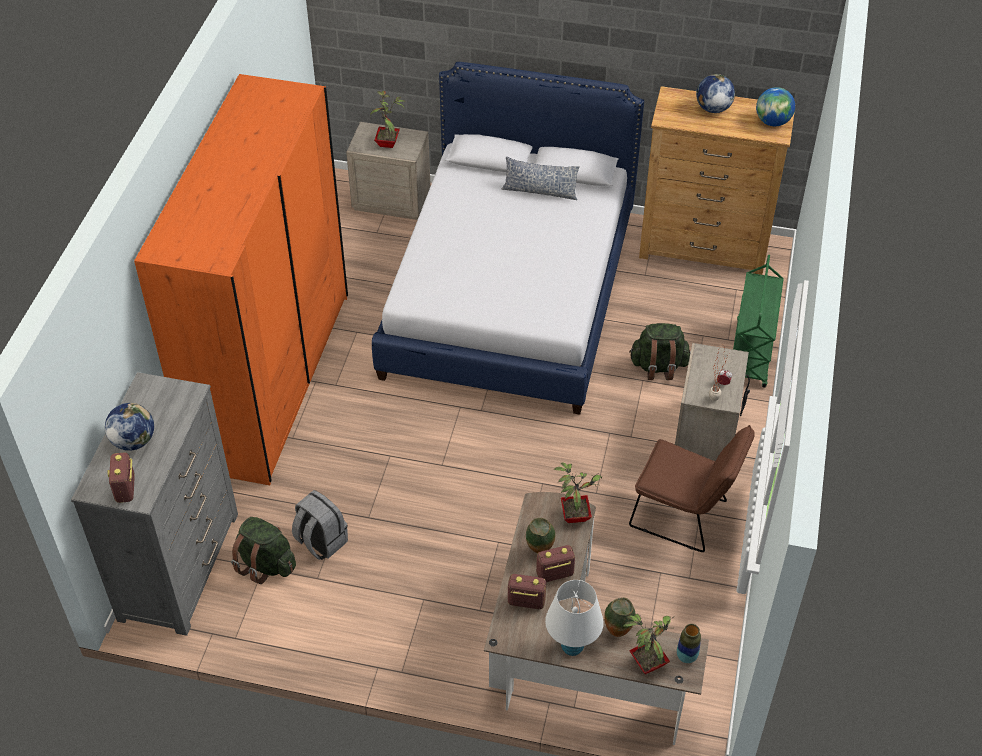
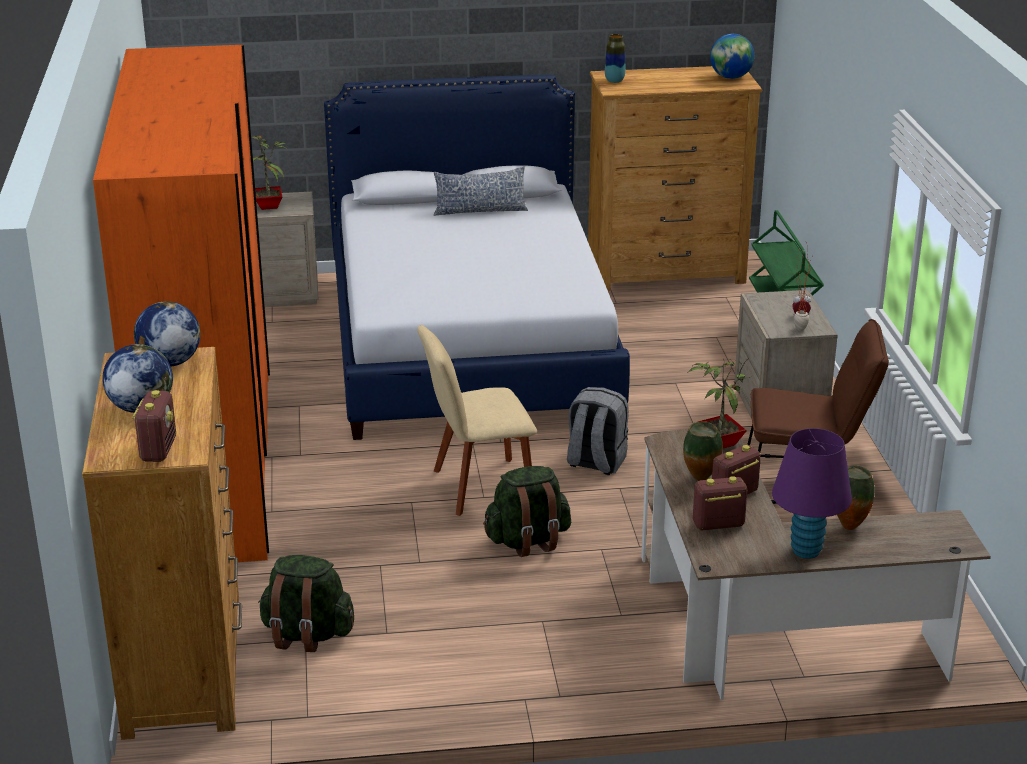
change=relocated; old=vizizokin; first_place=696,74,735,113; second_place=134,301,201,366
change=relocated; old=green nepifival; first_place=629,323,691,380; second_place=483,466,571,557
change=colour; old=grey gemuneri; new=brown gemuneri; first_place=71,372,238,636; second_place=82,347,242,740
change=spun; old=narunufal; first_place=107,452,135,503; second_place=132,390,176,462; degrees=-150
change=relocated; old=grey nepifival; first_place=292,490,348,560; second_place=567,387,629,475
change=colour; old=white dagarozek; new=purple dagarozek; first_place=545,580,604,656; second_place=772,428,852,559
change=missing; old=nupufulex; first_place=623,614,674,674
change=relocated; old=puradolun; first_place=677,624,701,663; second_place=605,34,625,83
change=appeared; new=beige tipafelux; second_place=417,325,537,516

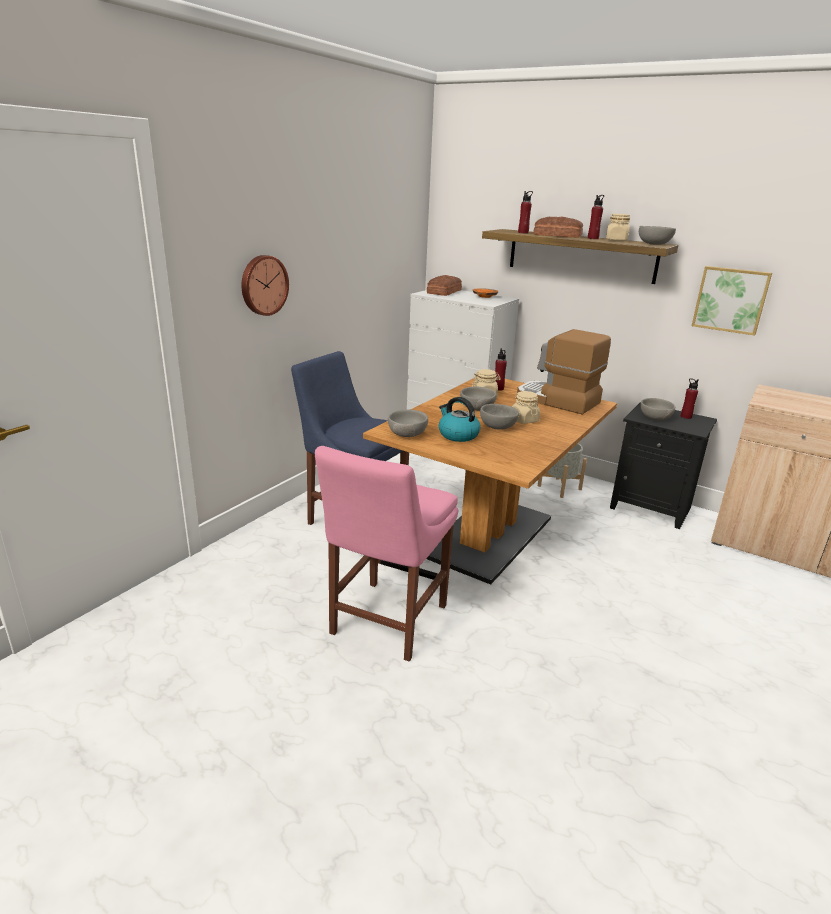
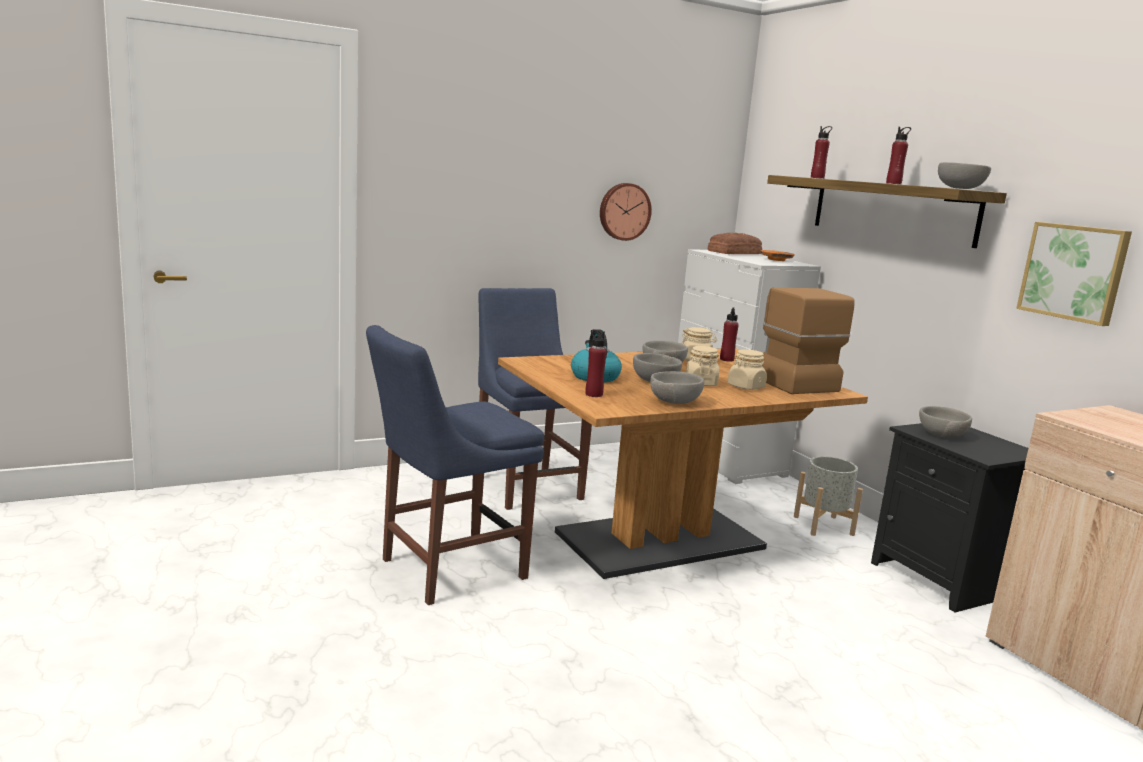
change=relocated; old=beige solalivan; first_place=606,214,630,241; second_place=728,349,767,390
change=missing; old=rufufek; first_place=533,217,583,238
change=relocated; old=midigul; first_place=241,255,289,316; second_place=600,183,652,241
change=relocated; old=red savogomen; first_place=681,378,699,419; second_place=585,329,607,397
change=relocated; old=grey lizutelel; first_place=388,409,428,437; second_place=650,371,704,404
change=colour; old=pink tipafelux; new=blue tipafelux; first_place=315,446,458,662; second_place=366,325,544,605

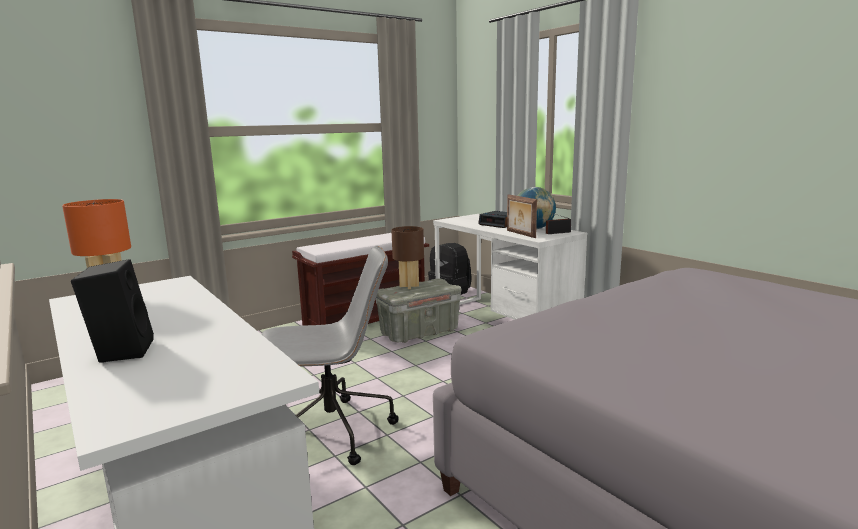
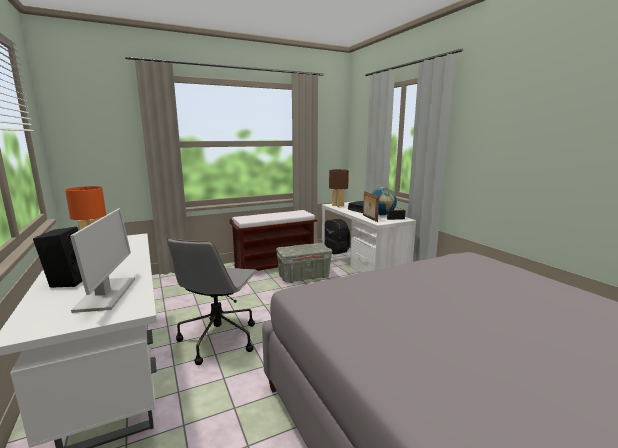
change=relocated; old=brown dagarozek; first_place=391,226,424,289; second_place=329,169,349,207
change=spun; old=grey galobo; first_place=262,245,399,465; second_place=167,238,258,365; degrees=105
change=appeared; new=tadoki; second_place=70,208,135,313

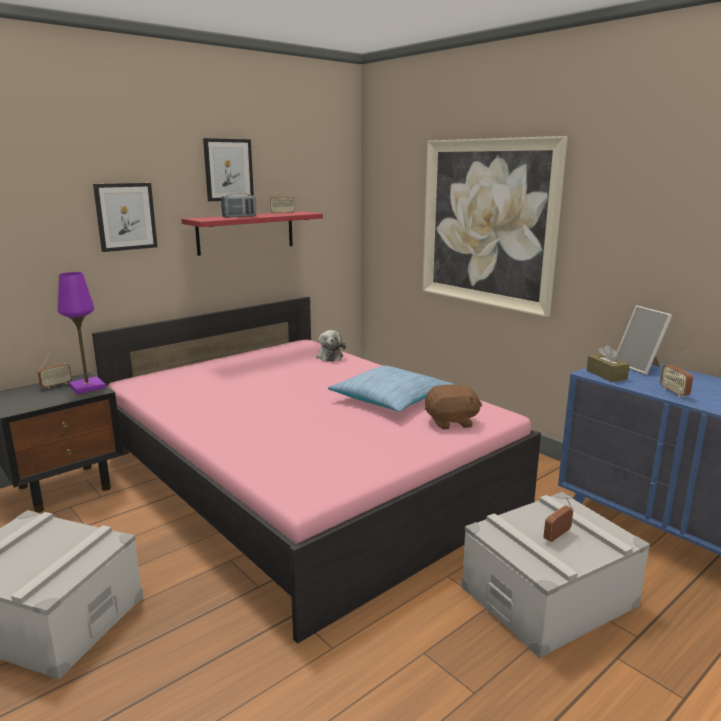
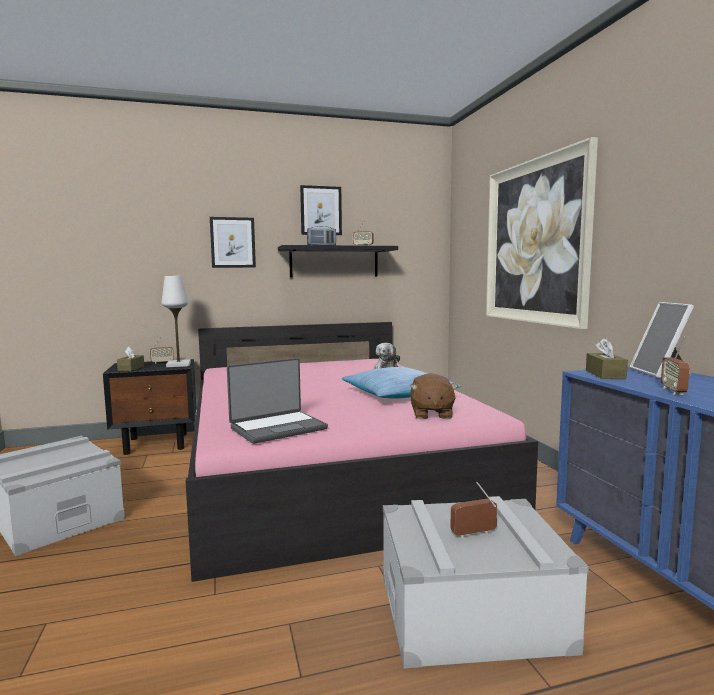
change=colour; old=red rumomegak; new=black rumomegak; first_place=181,211,323,256; second_place=278,245,398,277
change=colour; old=purple dagarozek; new=white dagarozek; first_place=58,272,106,394; second_place=161,276,191,367
change=spun; old=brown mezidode; first_place=425,384,482,430; second_place=410,373,458,419; degrees=75
change=appeared; new=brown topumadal; second_place=117,346,144,371
change=appeared; new=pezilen; second_place=227,358,328,444

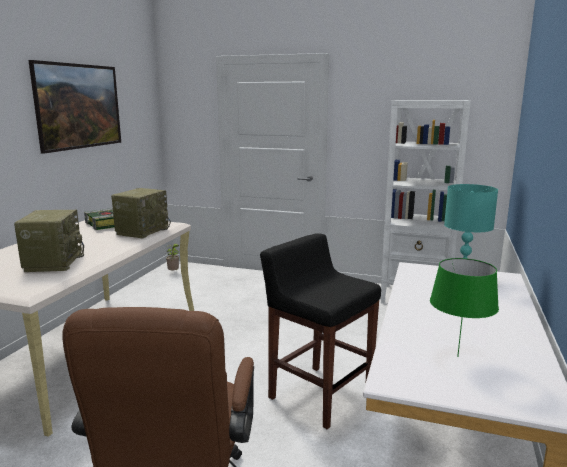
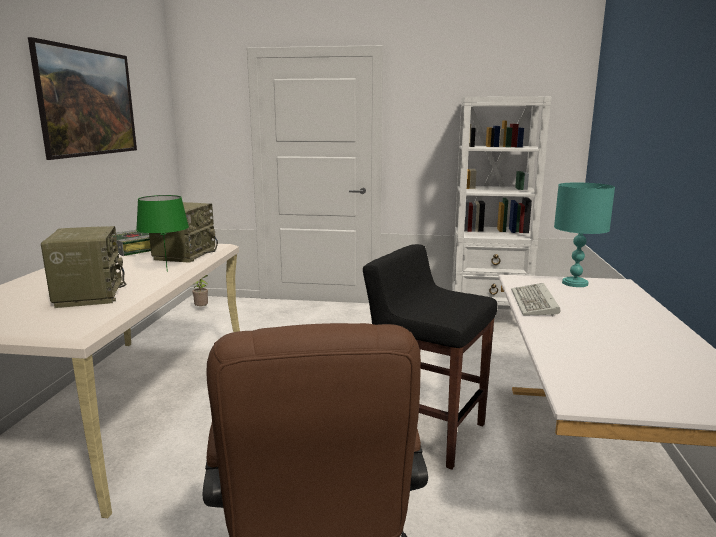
change=relocated; old=green dagarozek; first_place=430,258,499,357; second_place=136,195,189,272
change=appeared; new=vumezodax; second_place=511,283,560,317

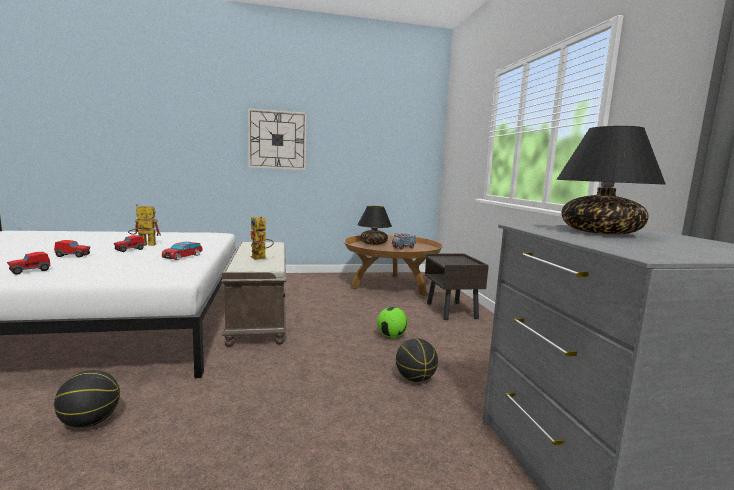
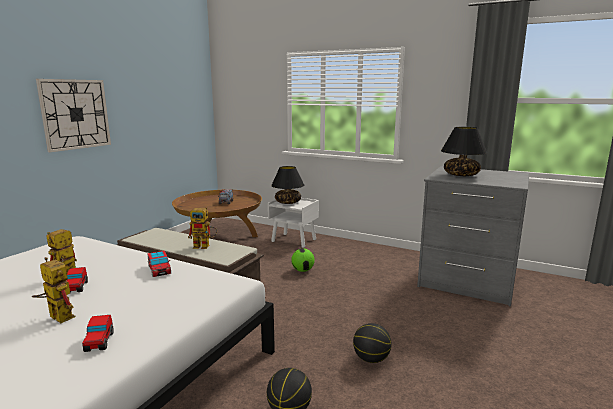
change=relocated; old=black dagarozek; first_place=357,206,392,245; second_place=271,166,304,204
change=exchanged; old=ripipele; new=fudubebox; first_place=54,240,90,257; second_place=32,257,75,323
change=colour; old=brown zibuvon; new=white zibuvon; first_place=425,254,489,320; second_place=268,198,319,248
change=relocated; old=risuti; first_place=396,338,438,382; second_place=353,323,392,363

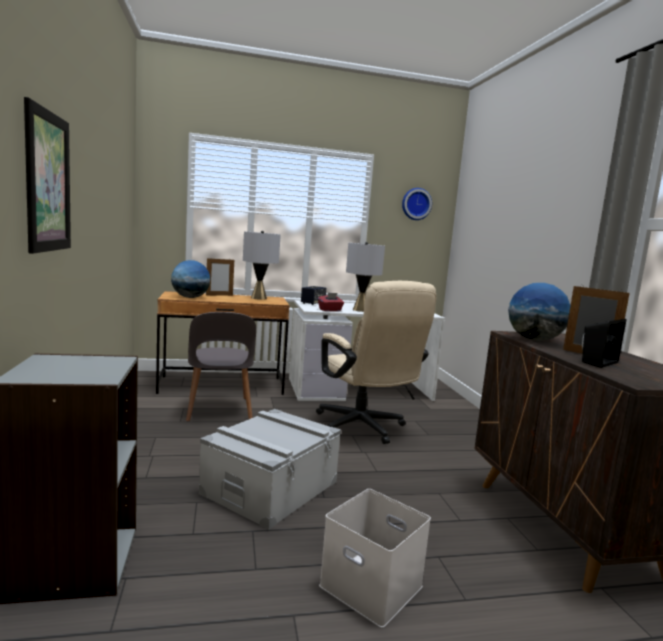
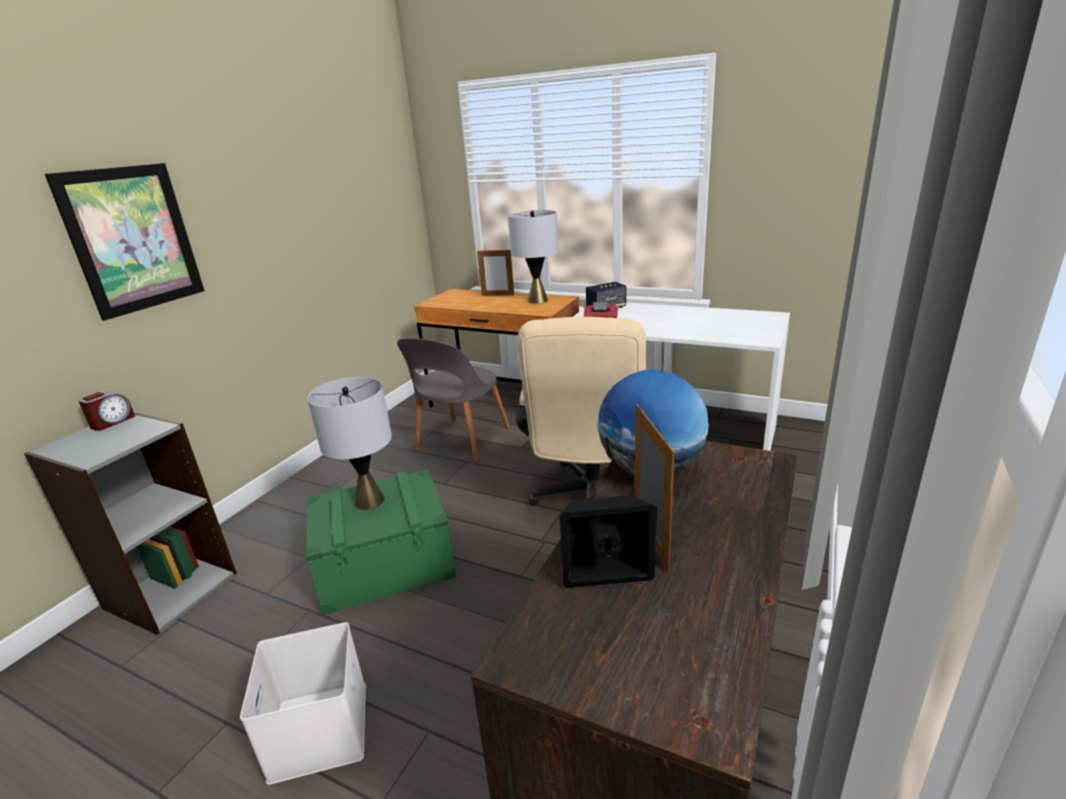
change=missing; old=midigul; first_place=402,188,432,220
change=relocated; old=grey dagarozek; first_place=346,242,385,312; second_place=307,377,392,510
change=missing; old=vizizokin; first_place=171,260,210,298
change=colour; old=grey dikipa; new=green dikipa; first_place=199,409,341,530; second_place=306,469,456,615
change=appeared; new=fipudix; second_place=79,391,135,431

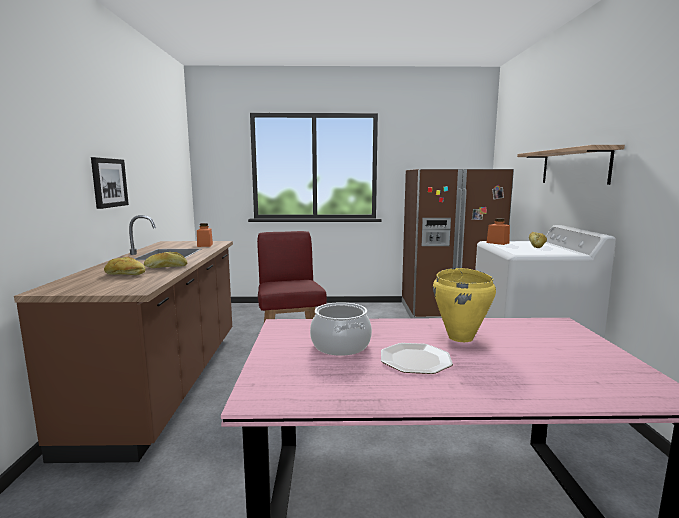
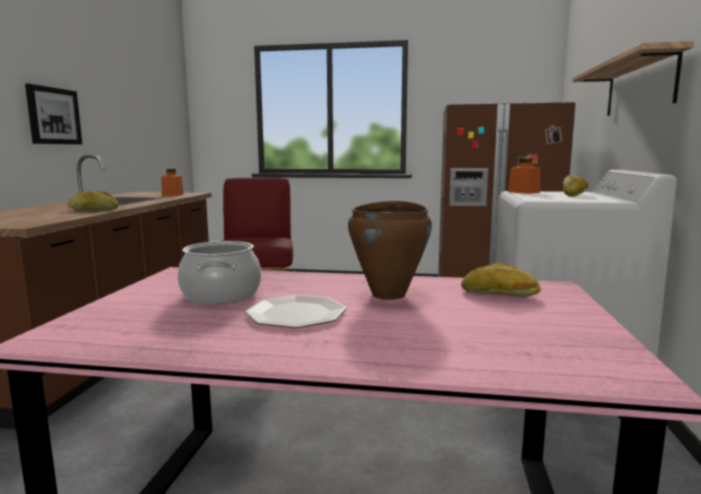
change=relocated; old=rufufek; first_place=104,257,146,275; second_place=461,263,541,297
change=colour; old=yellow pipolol; new=brown pipolol; first_place=433,268,496,342; second_place=348,201,432,300

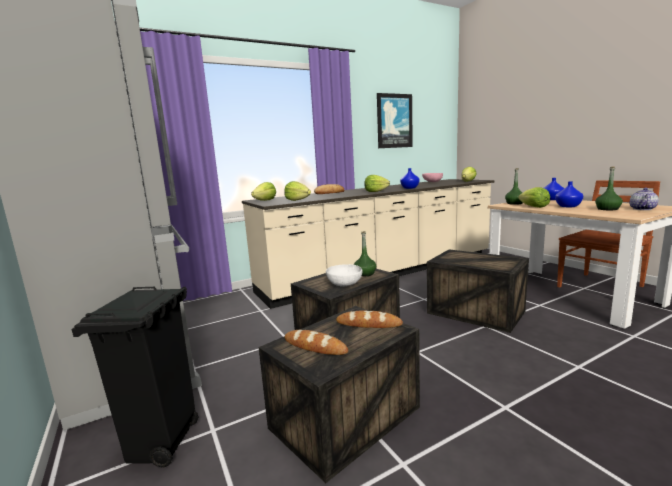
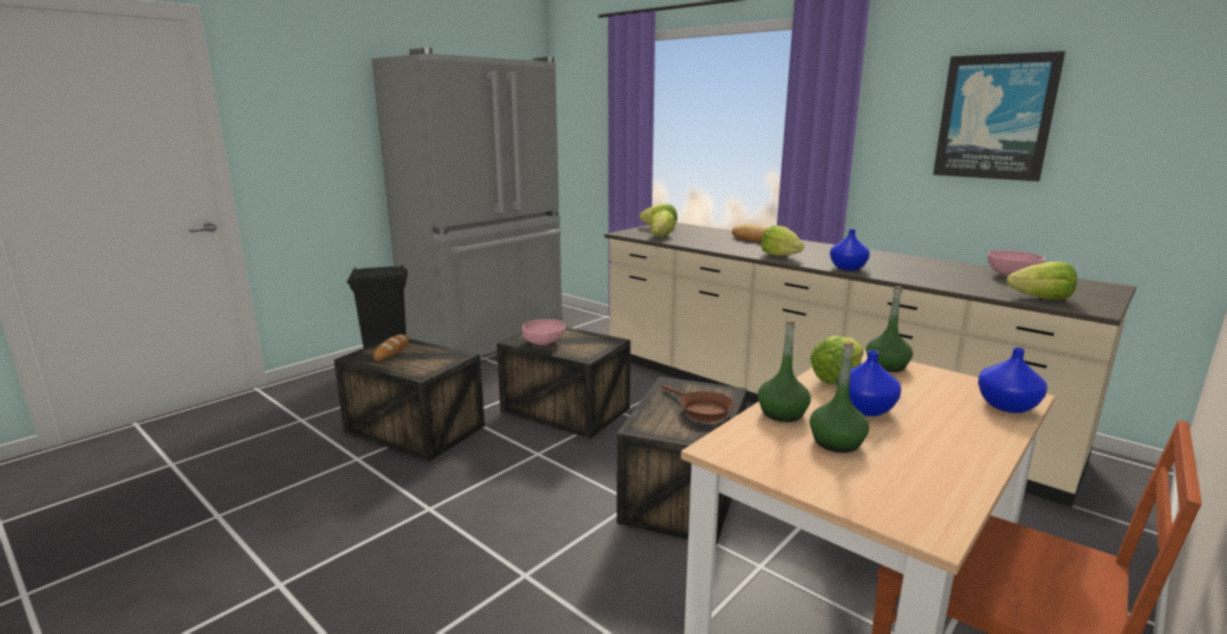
change=missing; old=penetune; first_place=630,188,659,210
change=relocated; old=green savogomen; first_place=354,231,376,276; second_place=758,321,811,422
change=colour; old=white lizutelel; new=pink lizutelel; first_place=326,264,362,287; second_place=522,319,565,345
change=missing; old=rufufek; first_place=336,310,403,328
change=appeared; new=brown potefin; second_place=662,385,734,422

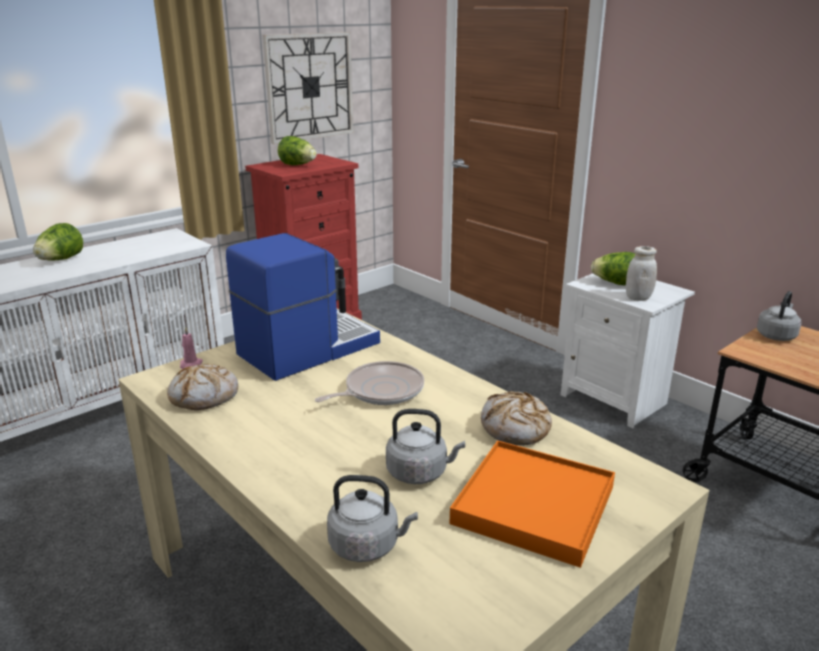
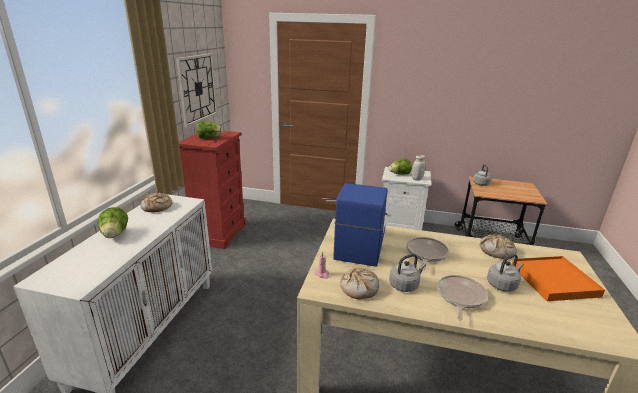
change=relocated; old=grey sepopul; first_place=327,475,418,562; second_place=389,254,426,292
change=appeared; new=rufufek; second_place=141,192,172,212
change=appeared; new=potefin; second_place=437,275,488,321

